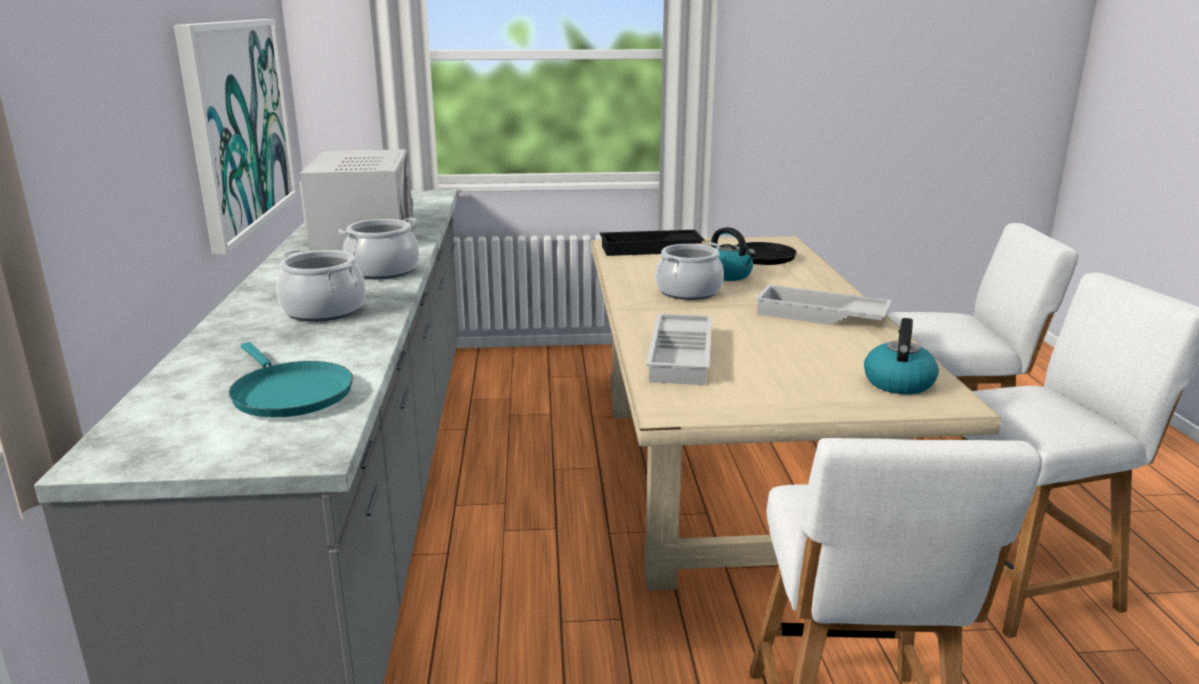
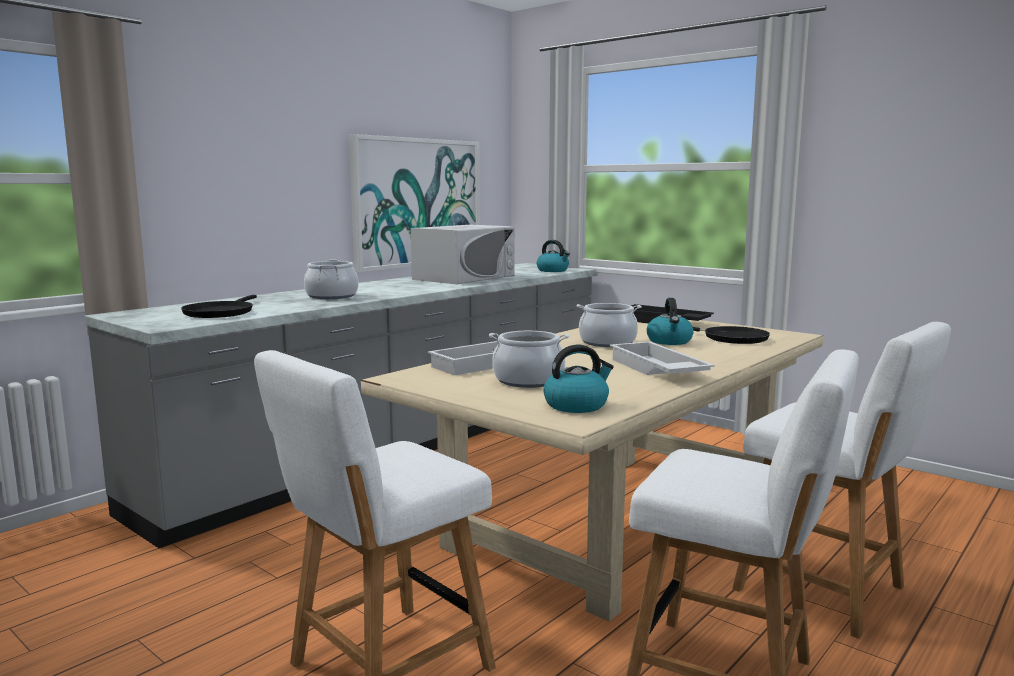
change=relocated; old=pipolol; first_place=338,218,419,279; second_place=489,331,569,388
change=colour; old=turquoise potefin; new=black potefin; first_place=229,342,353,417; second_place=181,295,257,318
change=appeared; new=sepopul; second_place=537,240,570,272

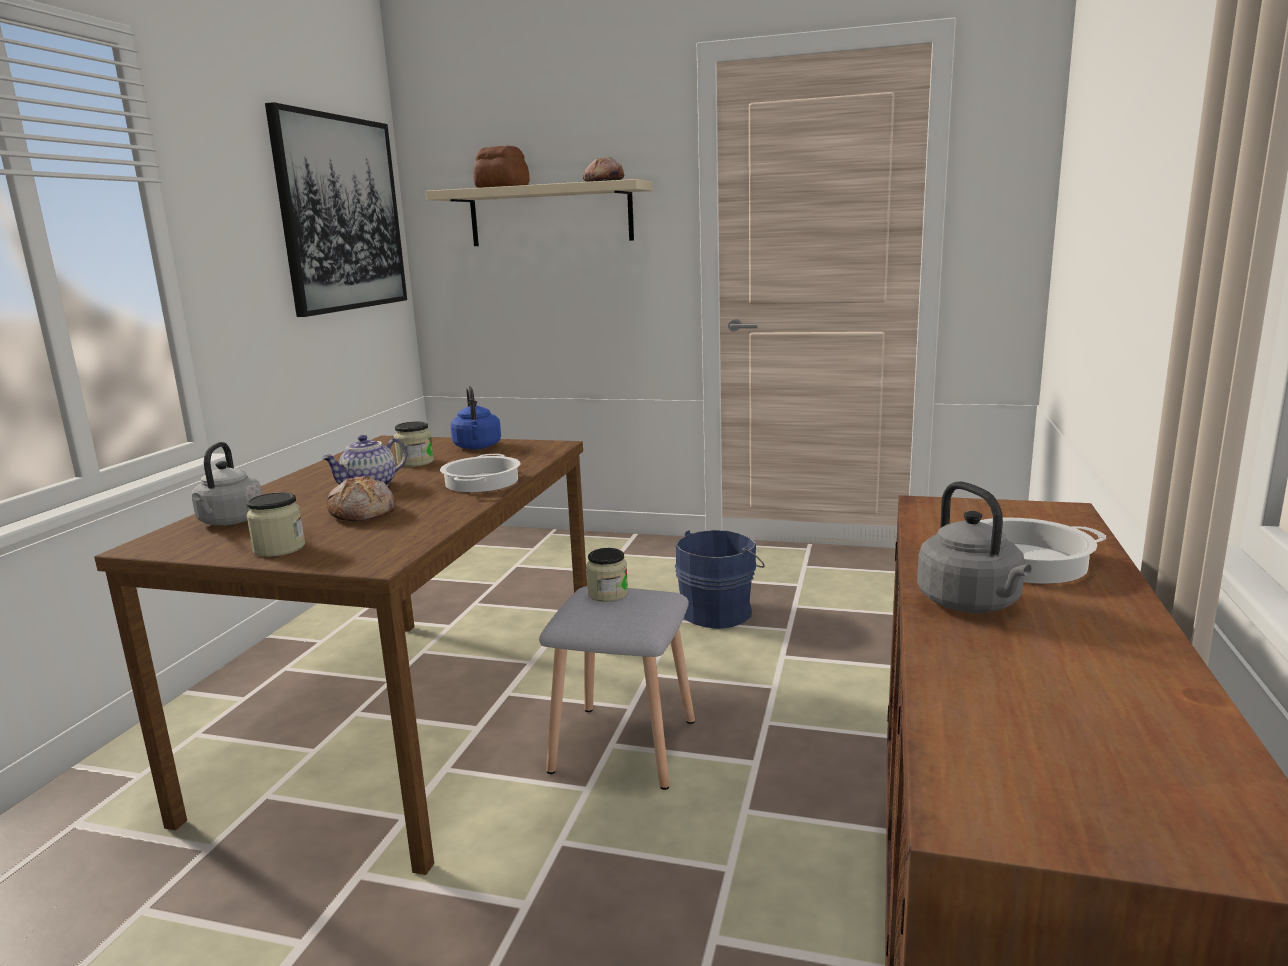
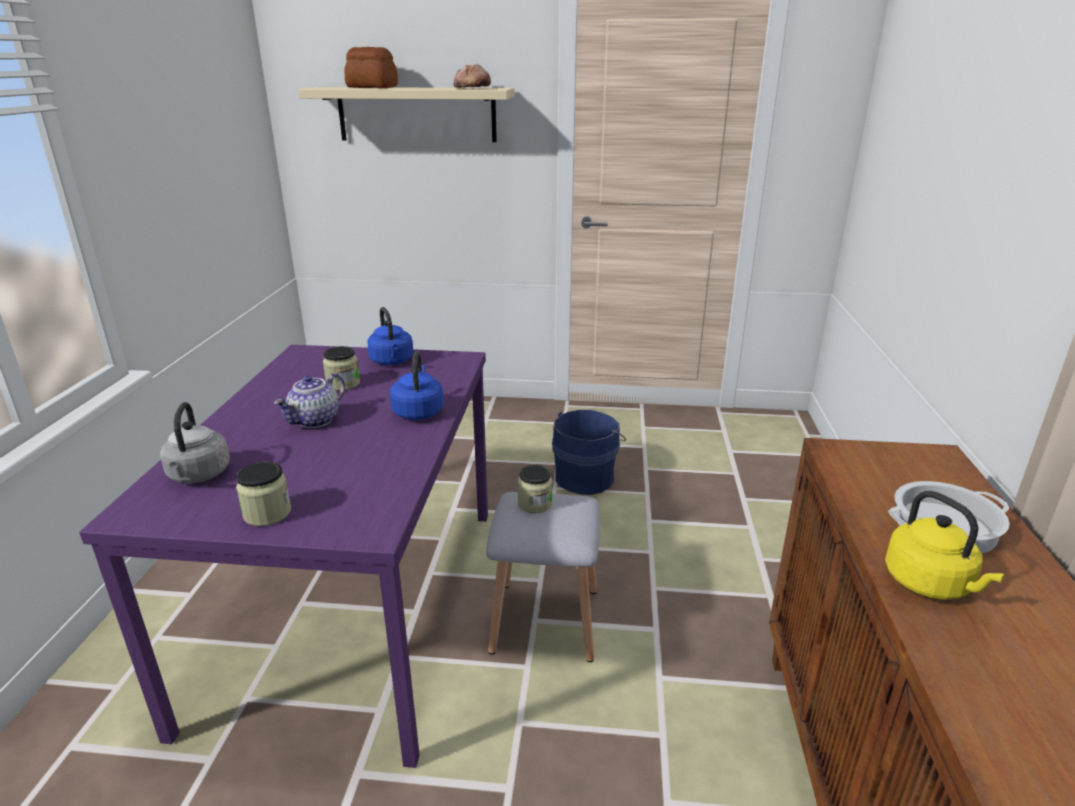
change=missing; old=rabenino; first_place=265,102,407,317
change=colour; old=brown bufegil; new=purple bufegil; first_place=94,436,587,875; second_place=79,345,488,768
change=exchanged; old=pipolol; new=blue sepopul; first_place=440,454,521,492; second_place=390,351,444,420
change=missing; old=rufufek; first_place=327,476,395,521
change=colour; old=grey sepopul; new=yellow sepopul; first_place=917,481,1031,613; second_place=885,491,1004,600

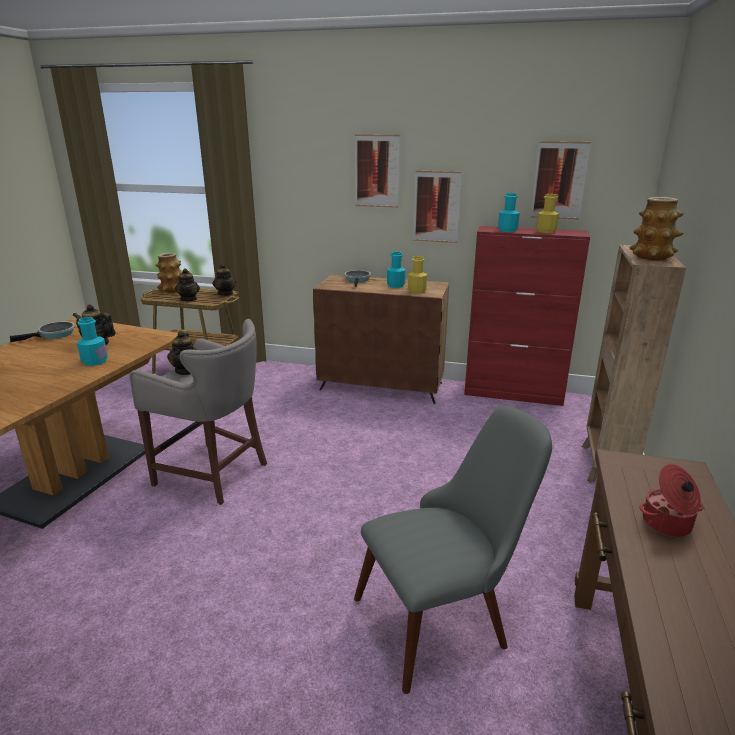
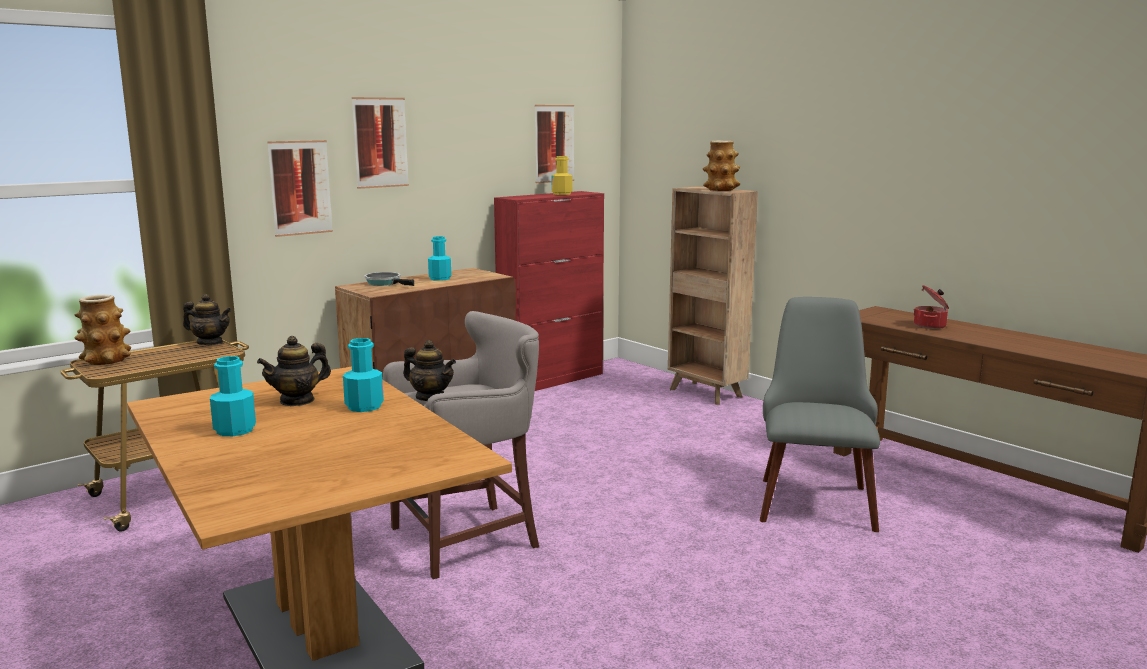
change=relocated; old=rabenino; first_place=413,171,462,243; second_place=267,140,333,237
change=relocated; old=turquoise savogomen; first_place=498,193,520,232; second_place=210,356,256,436
change=missing; old=yellow savogomen; first_place=408,256,427,293
change=missing; old=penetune; first_place=175,268,200,301
change=missing; old=potefin; first_place=10,321,75,342

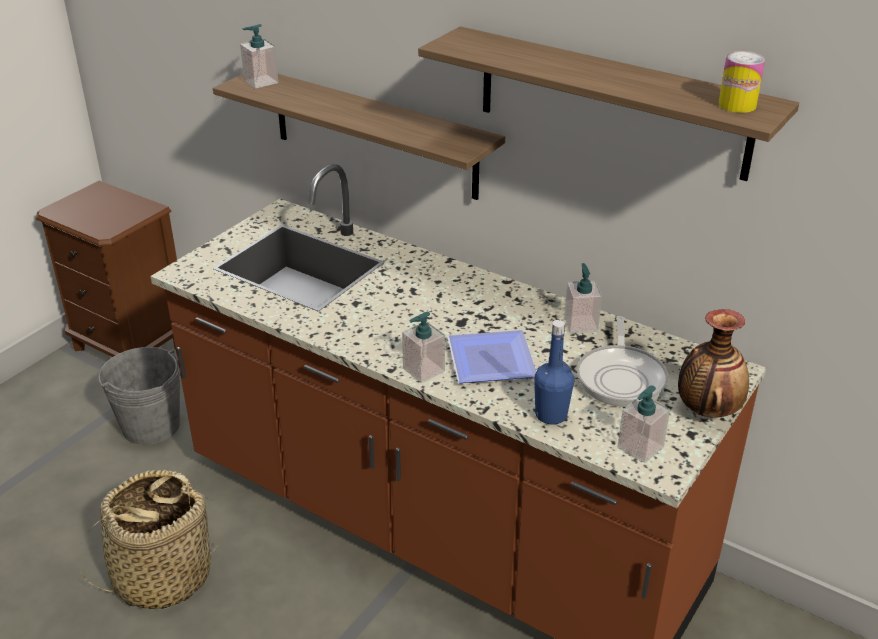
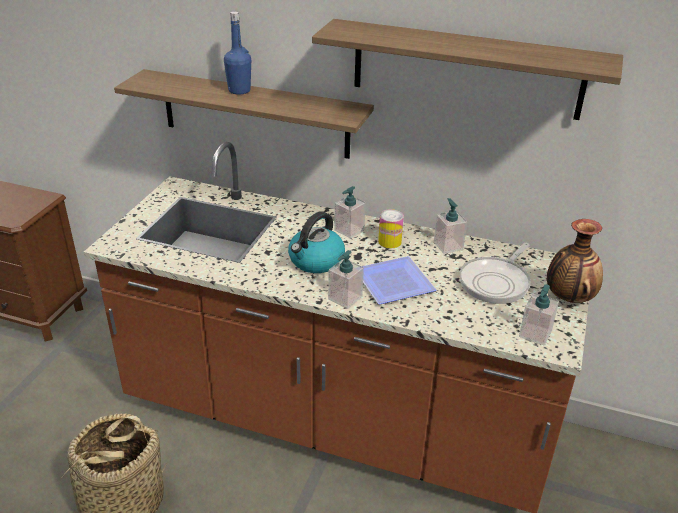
change=relocated; old=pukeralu; first_place=240,24,279,89; second_place=334,186,366,238
change=relocated; old=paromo; first_place=719,51,765,113; second_place=378,209,404,248
change=spun; old=potefin; first_place=577,316,668,407; second_place=459,243,531,304; degrees=45
change=relocated; old=blue savogomen; first_place=534,320,574,425; second_place=224,11,251,95
change=missing; old=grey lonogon; first_place=99,347,180,445
change=appeared; new=sepopul; second_place=288,211,345,273

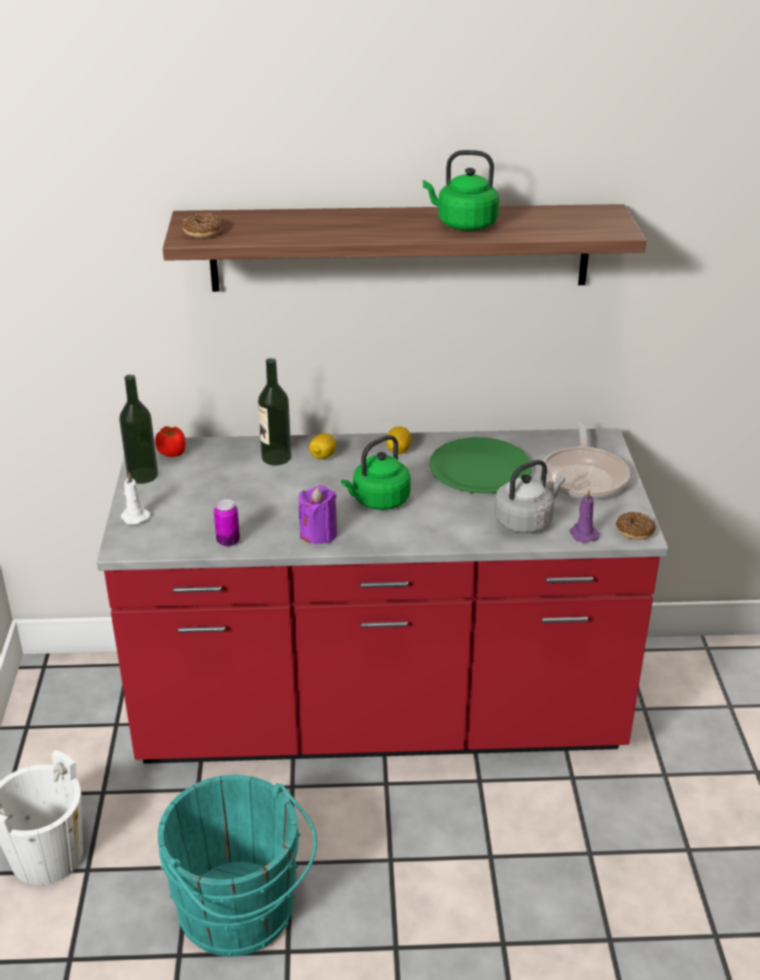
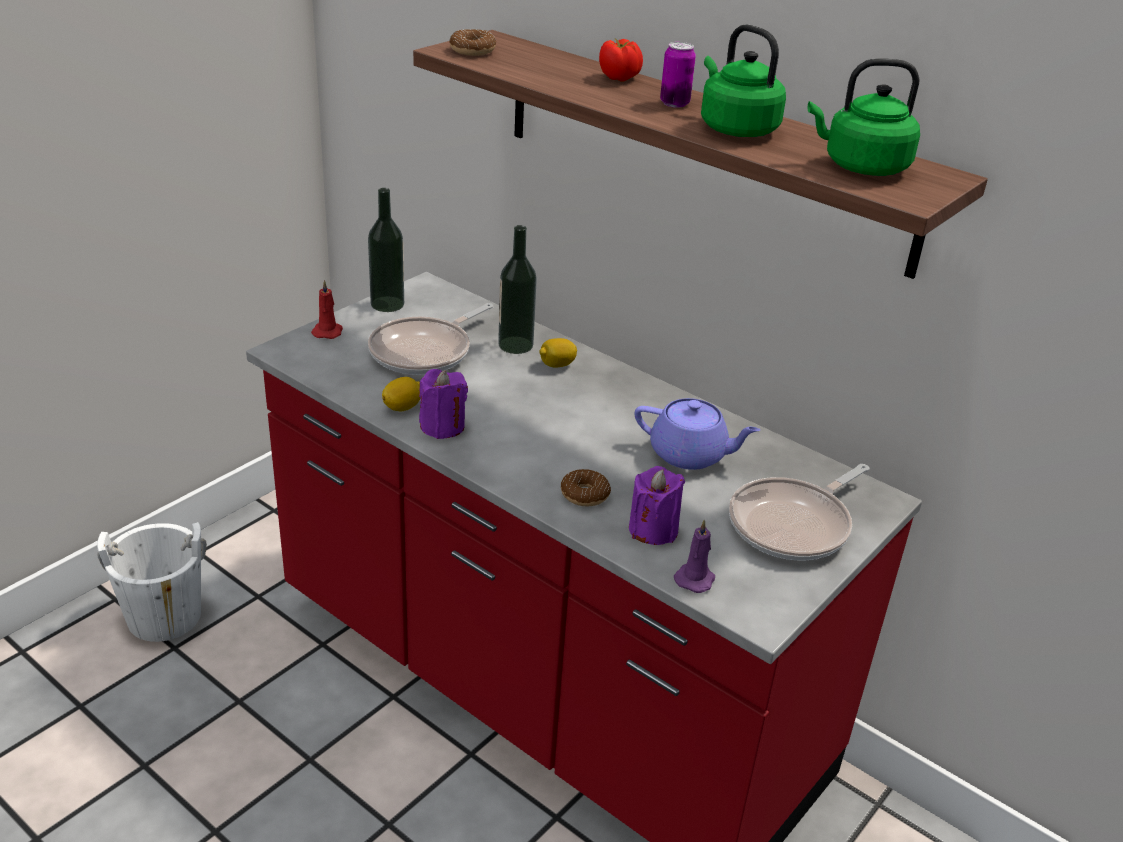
change=relocated; old=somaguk; first_place=155,426,186,457; second_place=599,39,643,82
change=relocated; old=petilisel; first_place=386,426,412,454; second_place=382,377,420,411
change=relocated; old=green sepopul; first_place=341,435,411,510; second_place=808,58,920,176
change=exchanged; old=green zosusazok; new=purple penetune; first_place=429,437,532,494; second_place=635,398,760,470
change=exchanged; old=grey sepopul; new=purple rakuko; first_place=494,460,565,534; second_place=629,466,685,545
change=colour; old=white rakuko; new=red rakuko; first_place=120,473,150,525; second_place=311,280,343,339
change=relocated; old=paromo; first_place=214,499,240,547; second_place=660,42,696,108
change=relocated; old=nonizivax; first_place=616,512,656,540; second_place=561,469,611,506
change=missing; old=turquoise lonogon; first_place=158,775,317,957
change=appeared; new=potefin; second_place=368,303,493,375

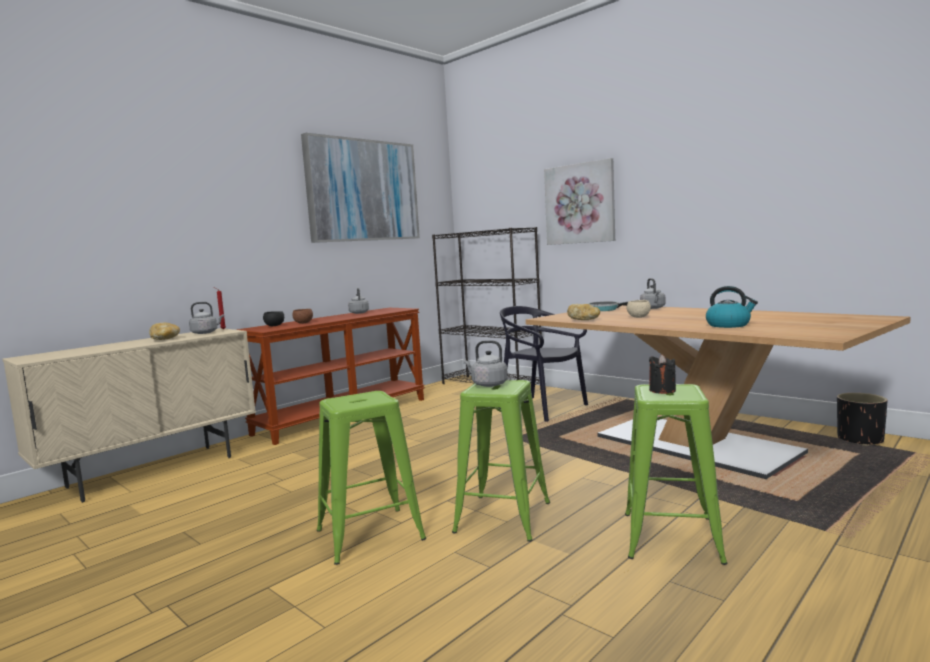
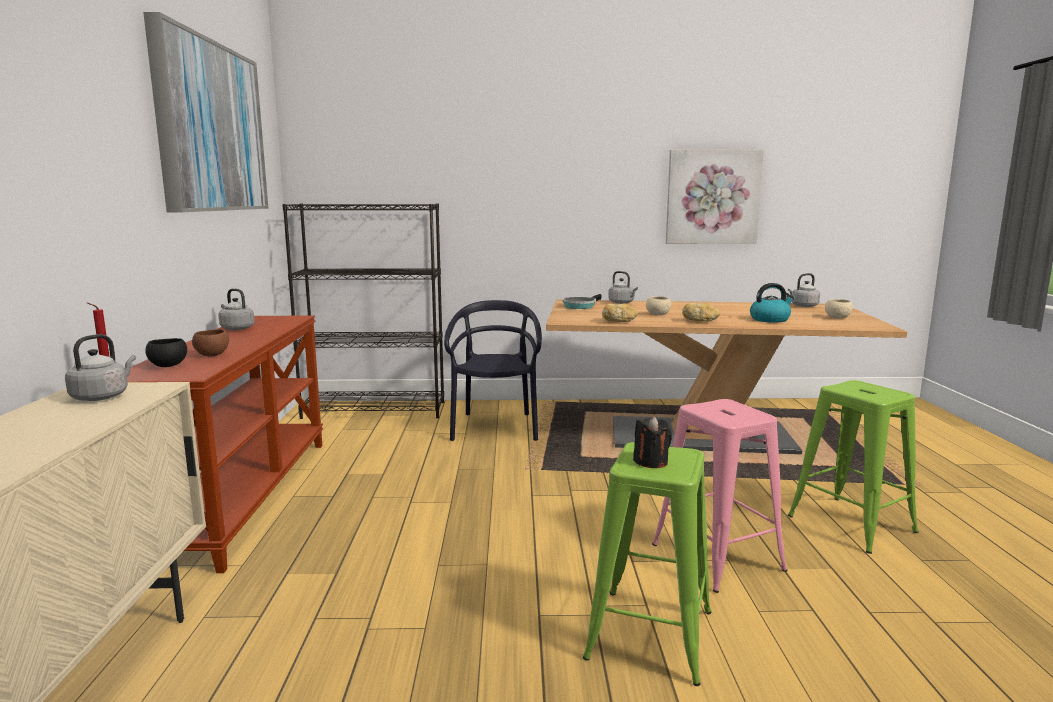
change=relocated; old=rabenino; first_place=544,158,615,245; second_place=666,150,764,244
change=spun; old=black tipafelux; first_place=500,306,588,422; second_place=444,300,542,441; degrees=90
change=relocated; old=rufufek; first_place=149,323,180,340; second_place=682,303,720,322
change=relocated; old=grey sepopul; first_place=463,340,508,387; second_place=788,273,820,307
change=relocated; old=black rakuko; first_place=649,354,676,394; second_place=633,416,672,468
change=colour; old=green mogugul; new=pink mogugul; first_place=452,380,550,542; second_place=652,399,788,593
change=missing; old=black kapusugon; first_place=837,393,887,446
change=appeared; new=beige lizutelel; second_place=825,299,853,319

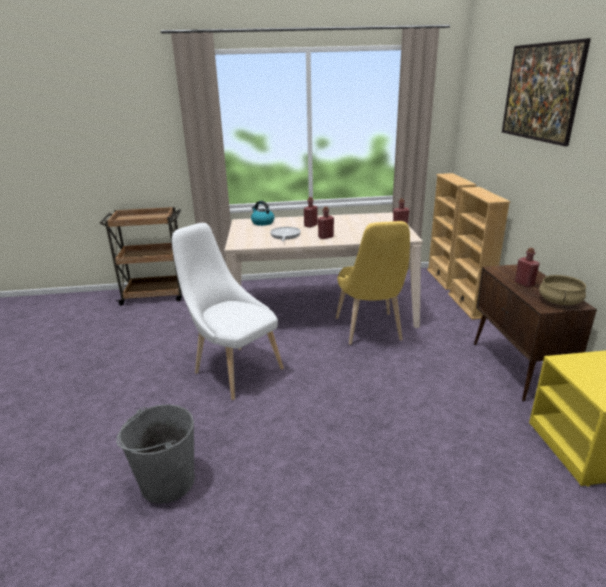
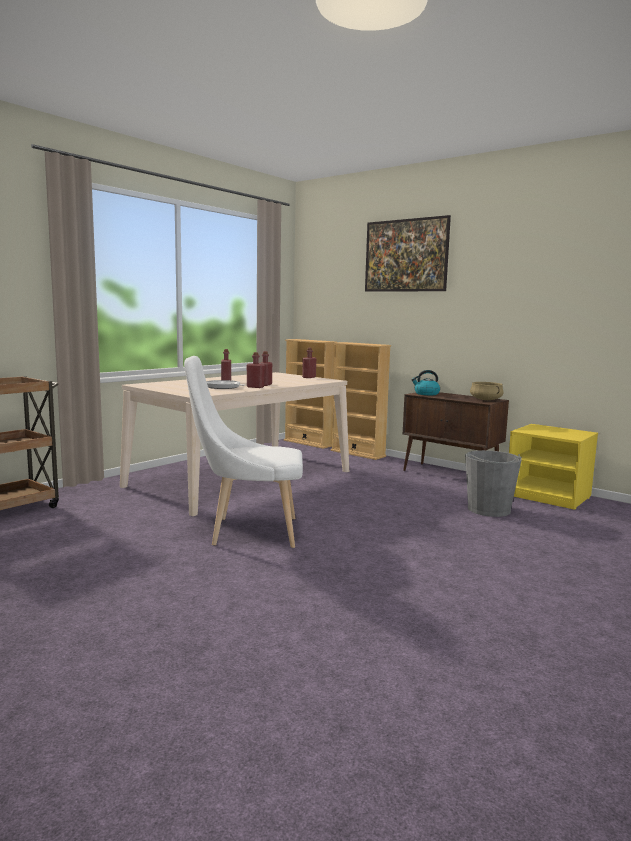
change=relocated; old=sepopul; first_place=251,201,275,226; second_place=411,370,440,395
change=missing; old=yellow tipafelux; first_place=336,221,410,345
change=relocated; old=red savogomen; first_place=515,248,540,287; second_place=246,352,265,388
change=relocated; old=grey lonogon; first_place=117,404,195,504; second_place=465,450,522,517

